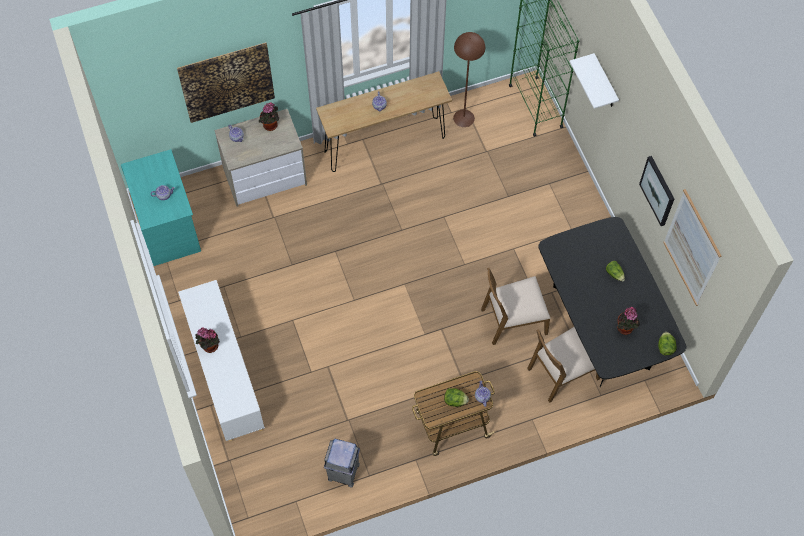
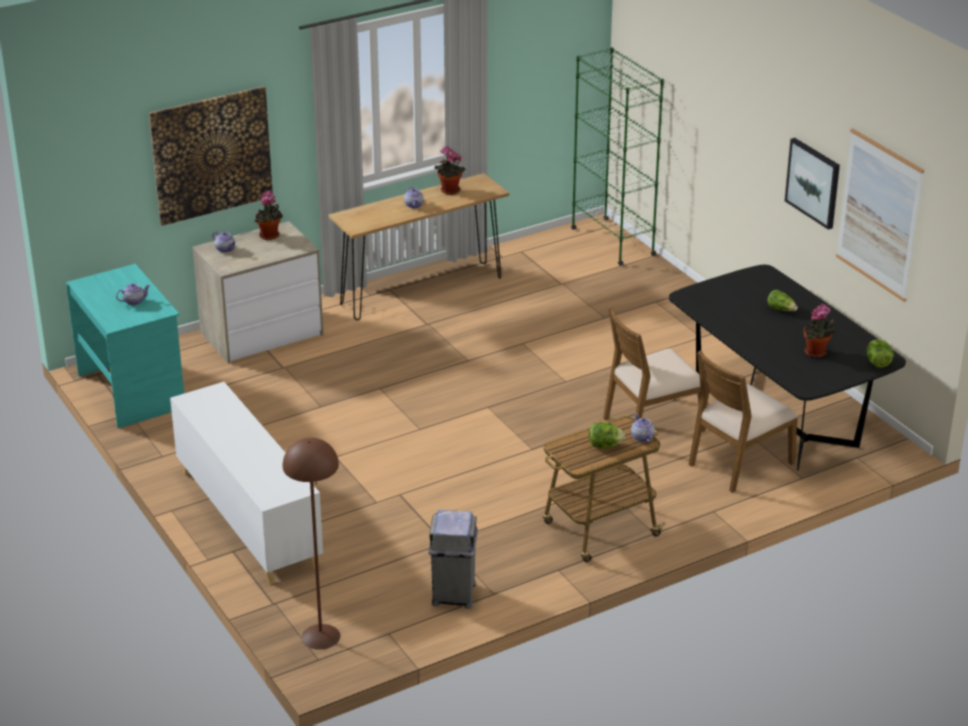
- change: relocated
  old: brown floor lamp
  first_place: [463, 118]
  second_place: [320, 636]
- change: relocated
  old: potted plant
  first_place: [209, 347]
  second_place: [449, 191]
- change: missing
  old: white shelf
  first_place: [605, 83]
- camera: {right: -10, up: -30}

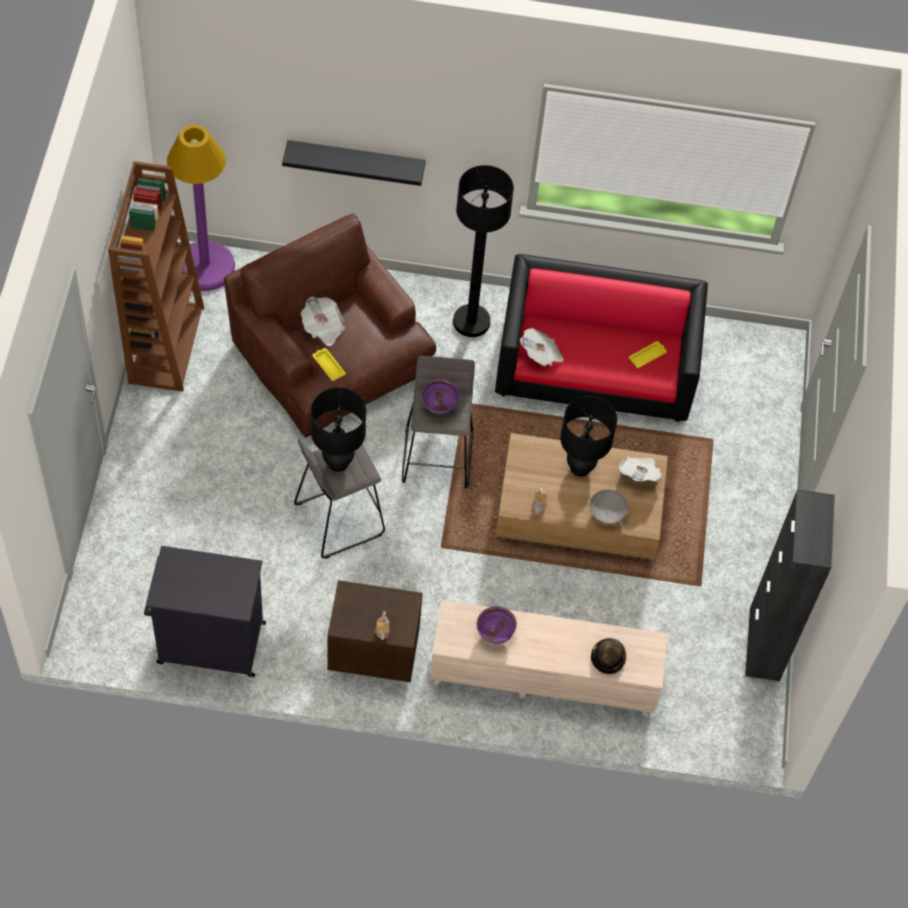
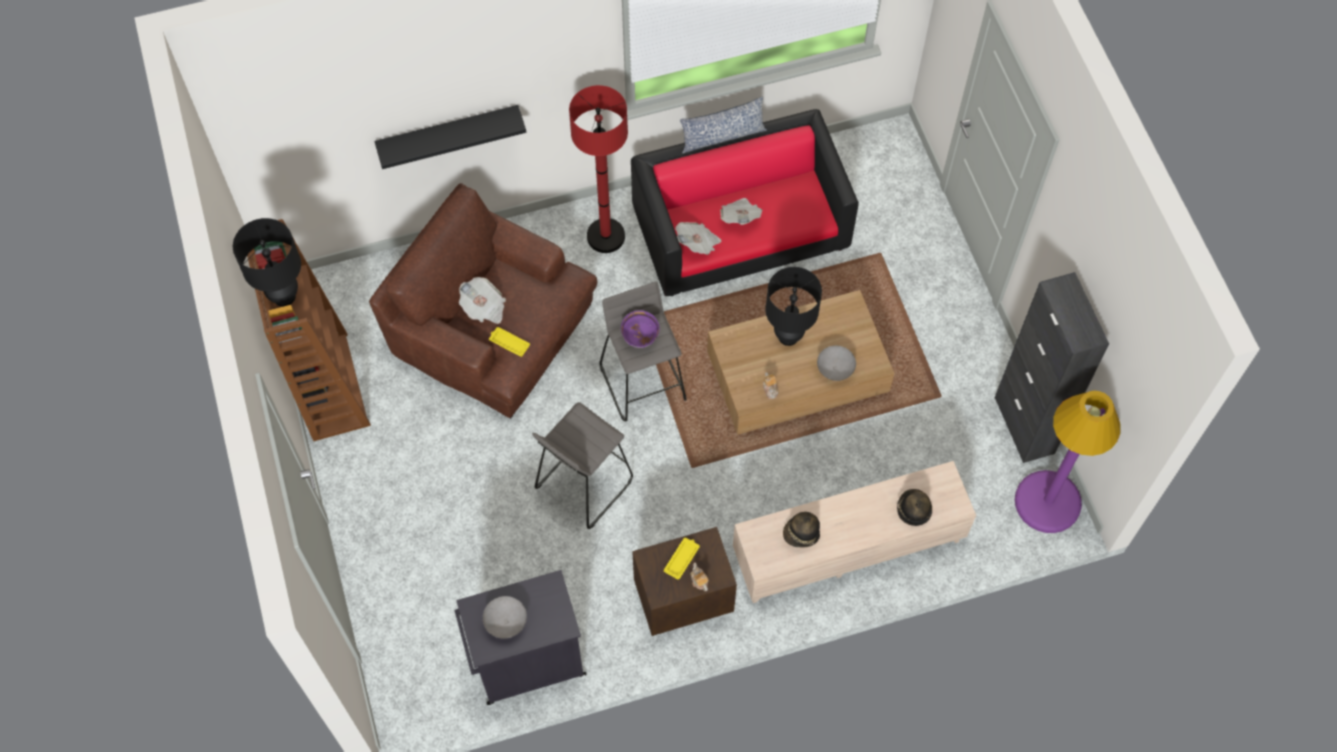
- change: relocated
  old: black table lamp
  first_place: [337, 462]
  second_place: [284, 296]
- change: appeared
  new: grey bowl
  second_place: [506, 621]
- change: colour
  old: black floor lamp
  new: red floor lamp
  first_place: [471, 321]
  second_place: [606, 236]
- change: relocated
  old: yellow tray
  first_place: [648, 356]
  second_place: [682, 558]
- change: appeared
  new: pillow
  second_place: [722, 137]
- change: relocated
  old: newspaper
  first_place: [639, 474]
  second_place: [740, 217]
- change: exchanged
  old: purple bowl
  new: hat
  first_place: [495, 634]
  second_place: [801, 534]
- change: relocated
  old: purple floor lamp
  first_place: [205, 267]
  second_place: [1047, 502]
- camera: {right: -20, up: 5}

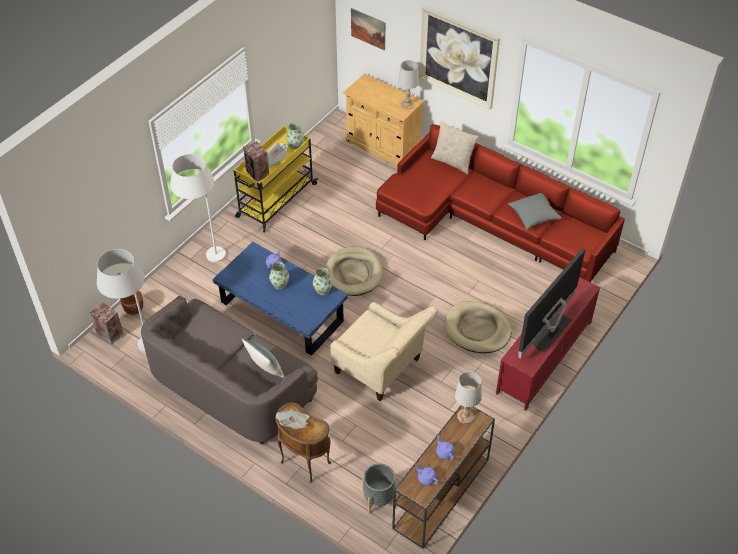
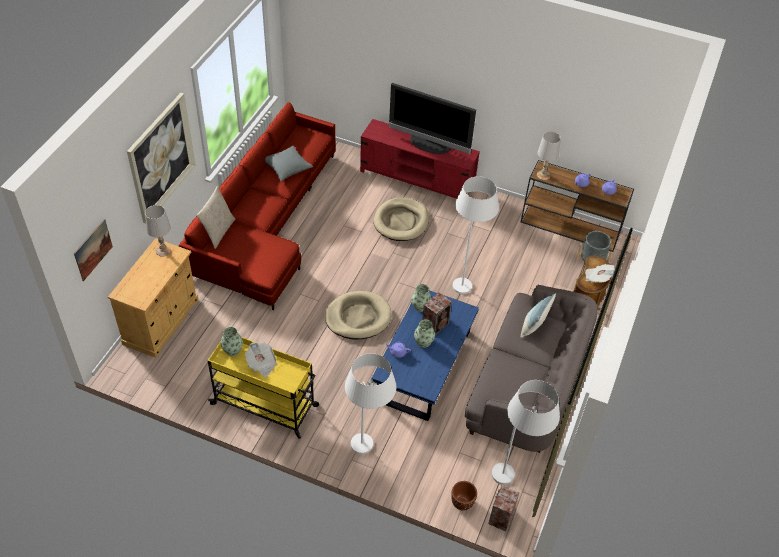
- change: relocated
  old: speaker
  first_place: [257, 173]
  second_place: [436, 324]
- change: exchanged
  old: beige armchair
  new: white floor lamp
  first_place: [382, 369]
  second_place: [466, 279]
- camera: {right: -105, up: 0}

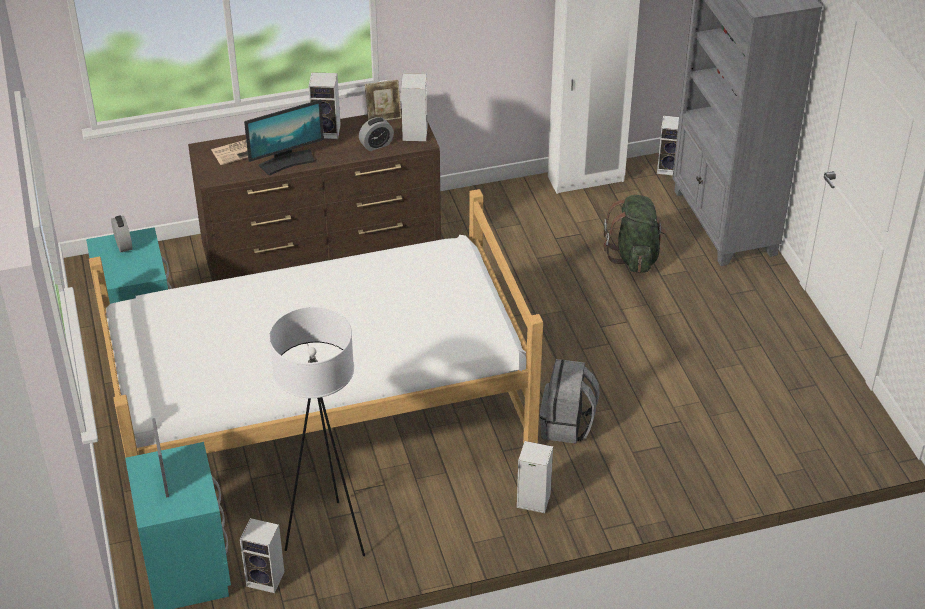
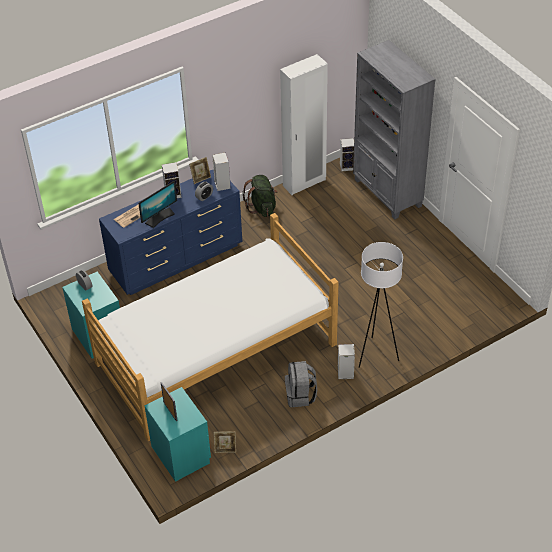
- change: colour
  old: brown dresser
  new: blue dresser
  first_place: [323, 253]
  second_place: [177, 259]
- change: exchanged
  old: speaker
  new: picture frame
  first_place: [267, 579]
  second_place: [225, 449]
- change: relocated
  old: green backpack
  first_place: [635, 256]
  second_place: [262, 207]
- change: relocated
  old: grey backpack
  first_place: [567, 425]
  second_place: [300, 395]
- change: relocated
  old: white floor lamp
  first_place: [328, 536]
  second_place: [376, 355]
- camera: {right: -15, up: 5}

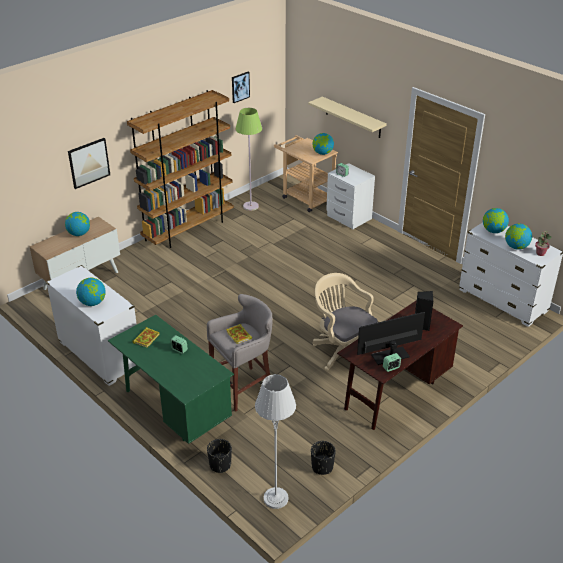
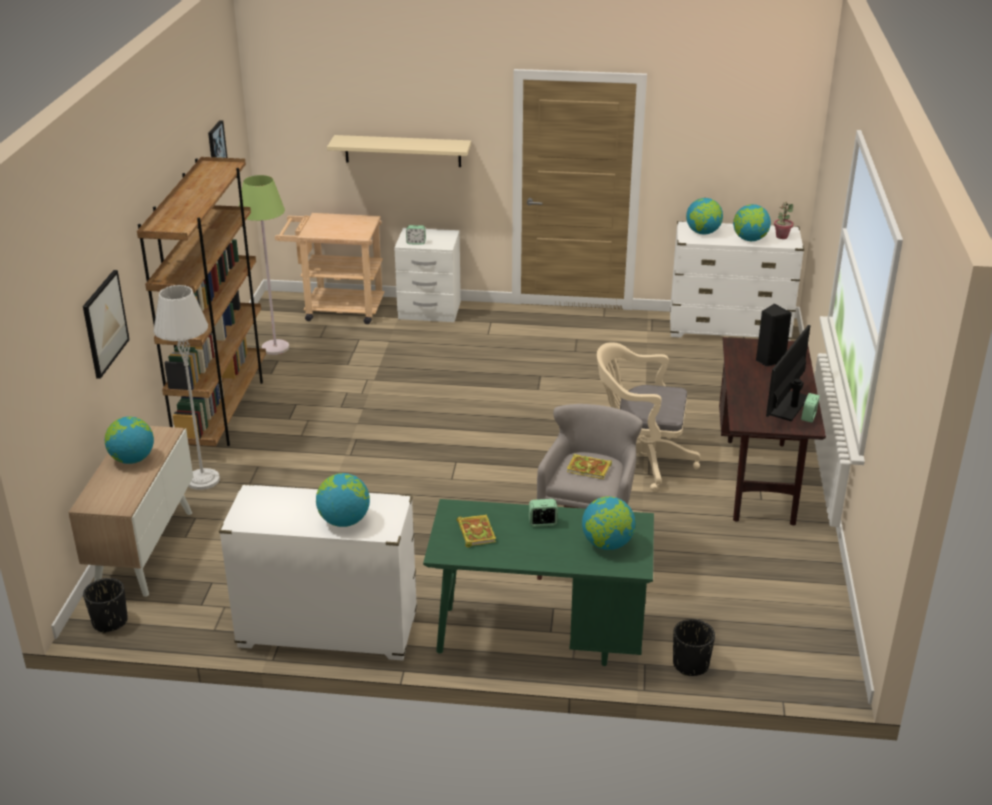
- change: relocated
  old: black planter
  first_place: [322, 467]
  second_place: [110, 622]
- change: relocated
  old: grey floor lamp
  first_place: [275, 498]
  second_place: [203, 480]
- change: relocated
  old: globe
  first_place: [322, 153]
  second_place: [607, 544]
- camera: {right: -40, up: -5}

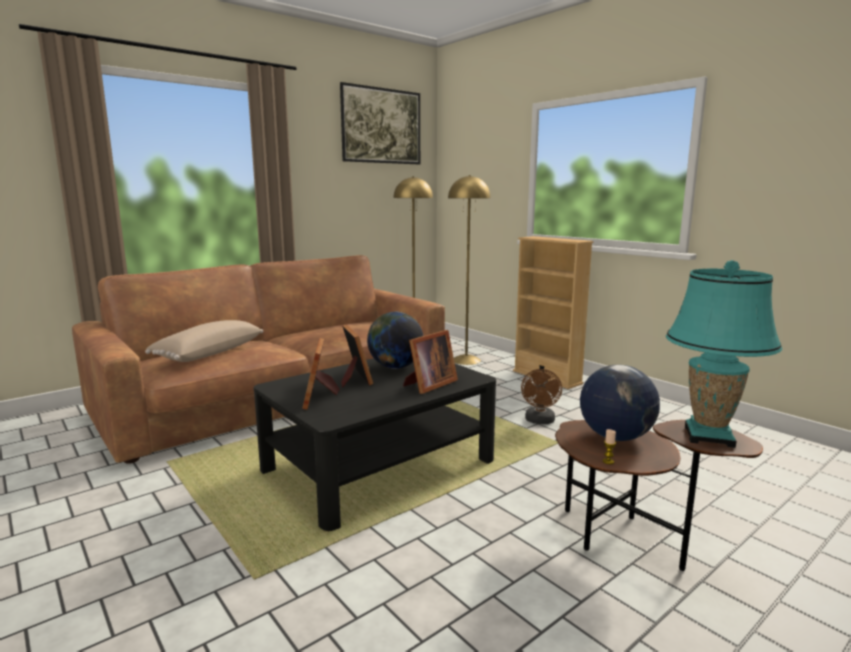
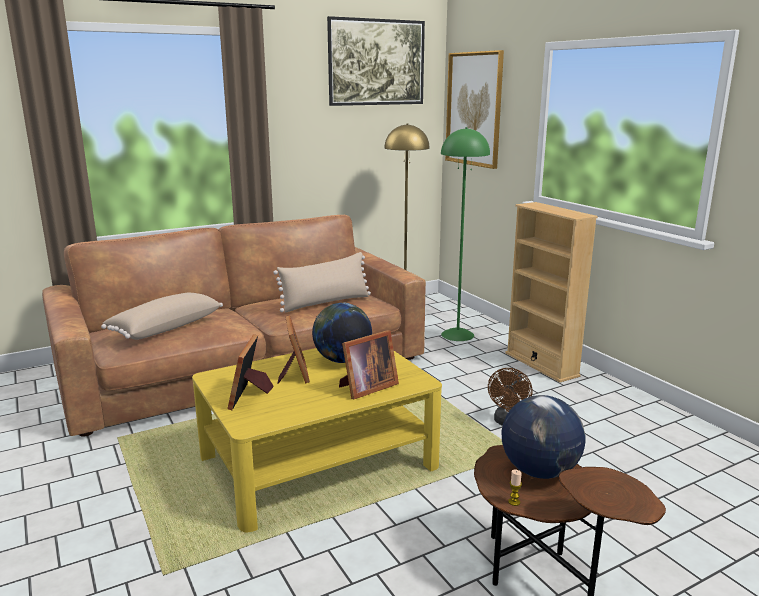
- change: colour
  old: black coffee table
  new: yellow coffee table
  first_place: [379, 465]
  second_place: [318, 461]
- change: appeared
  new: beige pillow
  second_place: [325, 302]
- change: colour
  old: yellow floor lamp
  new: green floor lamp
  first_place: [466, 360]
  second_place: [457, 334]
- change: appeared
  new: picture
  second_place: [474, 109]
- change: missing
  old: turquoise table lamp
  first_place: [709, 436]
- camera: {right: 10, up: 5}

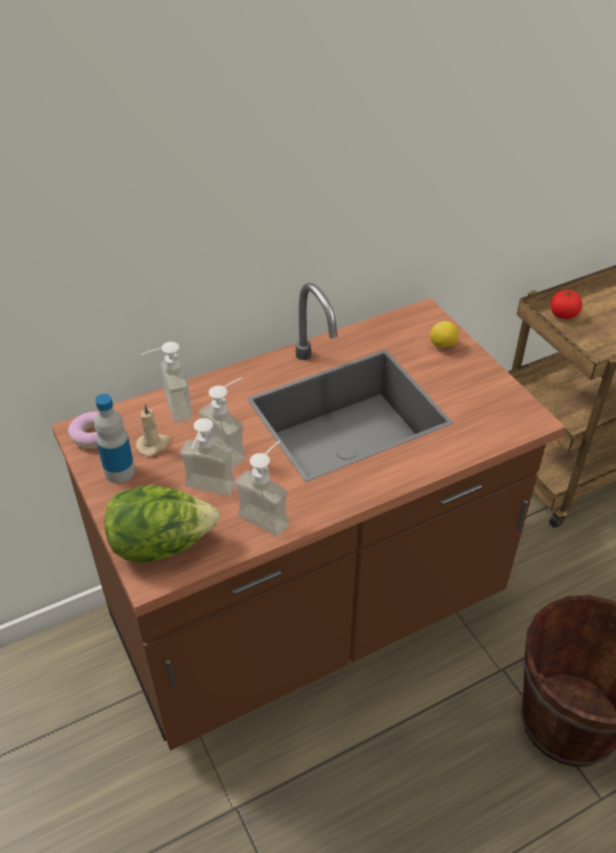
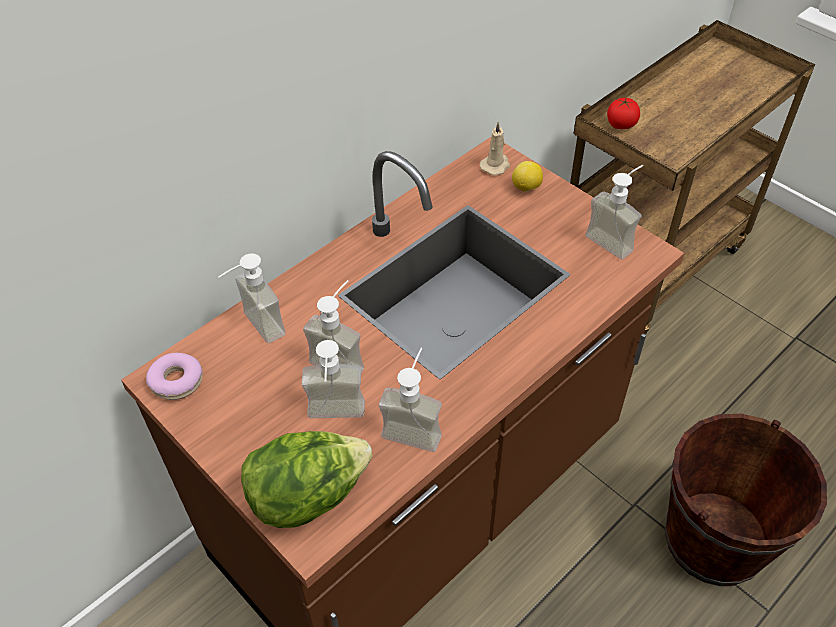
- change: relocated
  old: beige candle
  first_place: [154, 445]
  second_place: [496, 165]
- change: appeared
  new: soap dispenser
  second_place: [615, 238]
- change: missing
  old: bottle
  first_place: [119, 471]
- camera: {right: -15, up: 5}

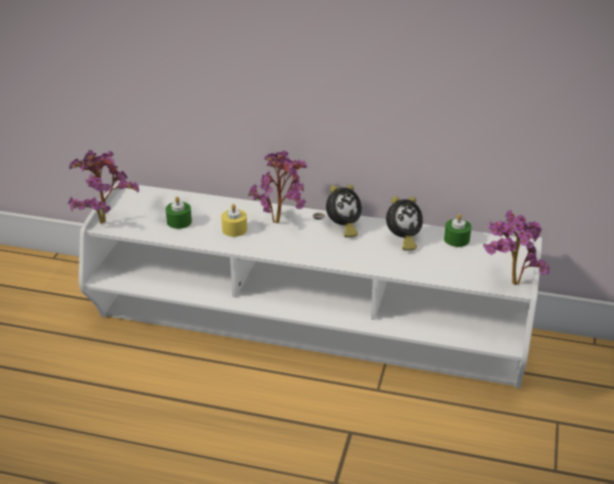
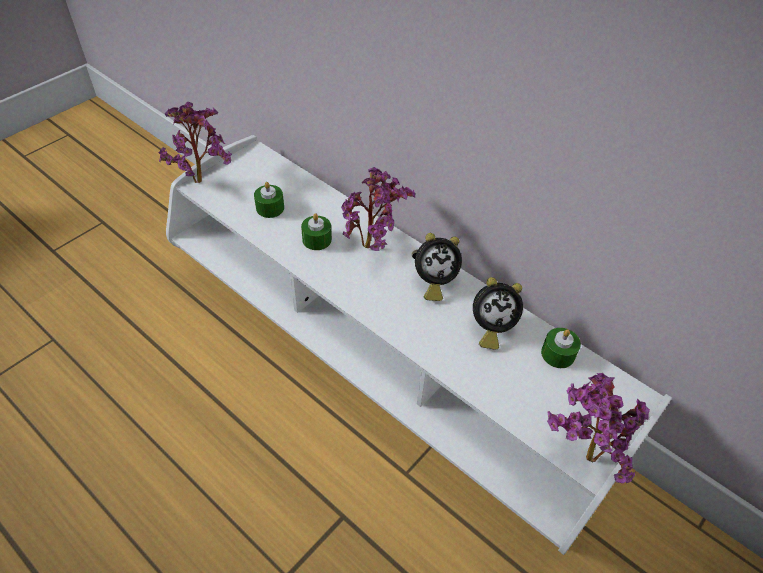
- change: colour
  old: yellow candle
  new: green candle
  first_place: [234, 229]
  second_place: [317, 239]
- camera: {right: 25, up: 15}

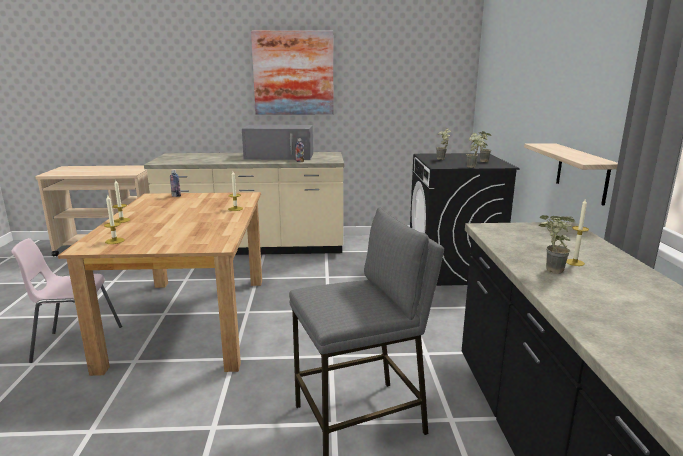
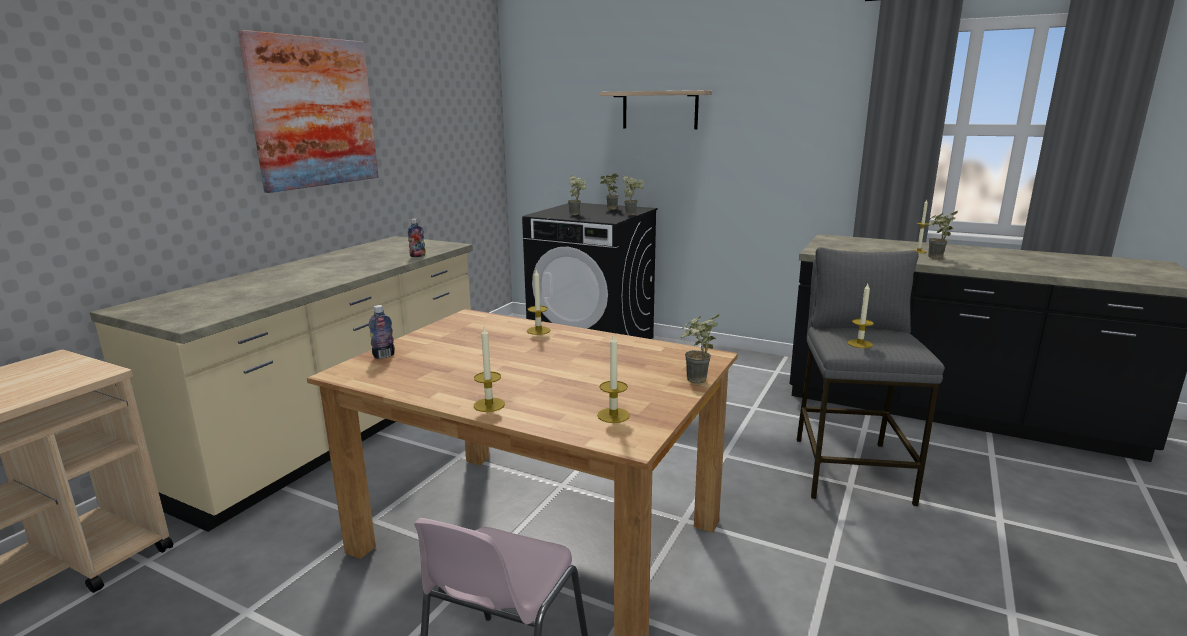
- change: relocated
  old: shelf
  first_place: [582, 173]
  second_place: [660, 110]
- change: appeared
  new: potted plant
  second_place: [695, 382]
- change: appeared
  new: candle
  second_place: [860, 344]
- change: missing
  old: grey microwave
  first_place: [280, 156]
- camera: {right: -60, up: 0}

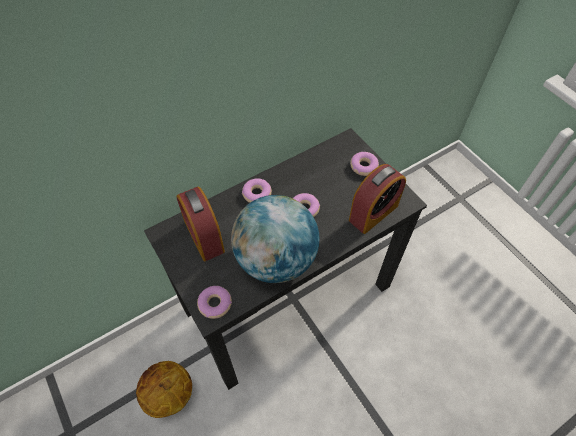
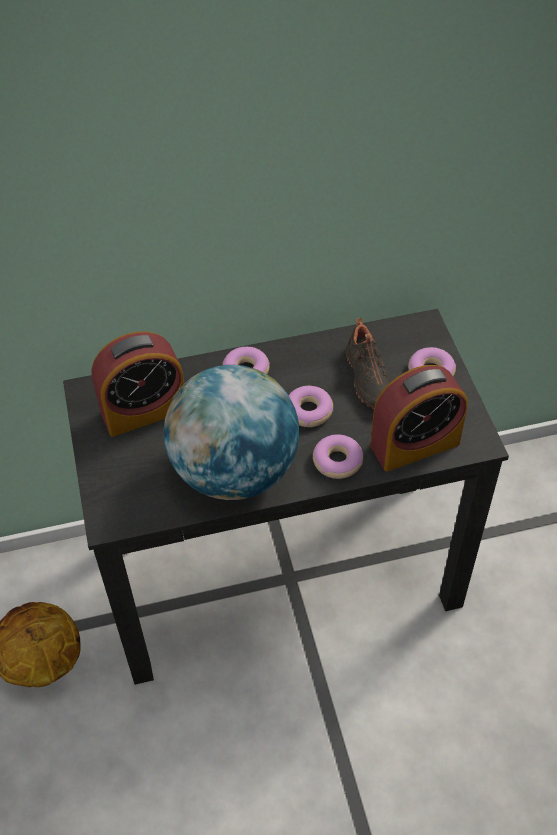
- change: spun
  old: alarm clock
  first_place: [204, 236]
  second_place: [144, 411]
  degrees: -105
- change: relocated
  old: donut
  first_place: [215, 304]
  second_place: [337, 461]
- change: appeared
  new: black shoe
  second_place: [367, 379]
- camera: {right: 20, up: -5}

